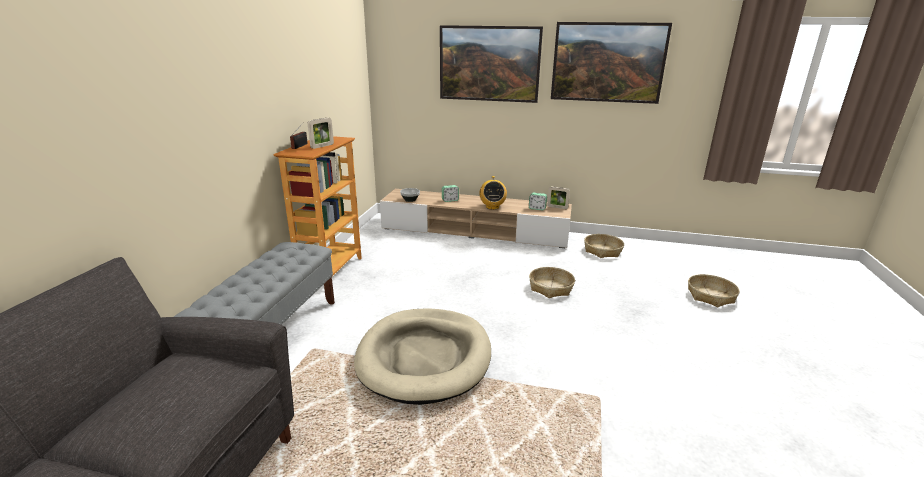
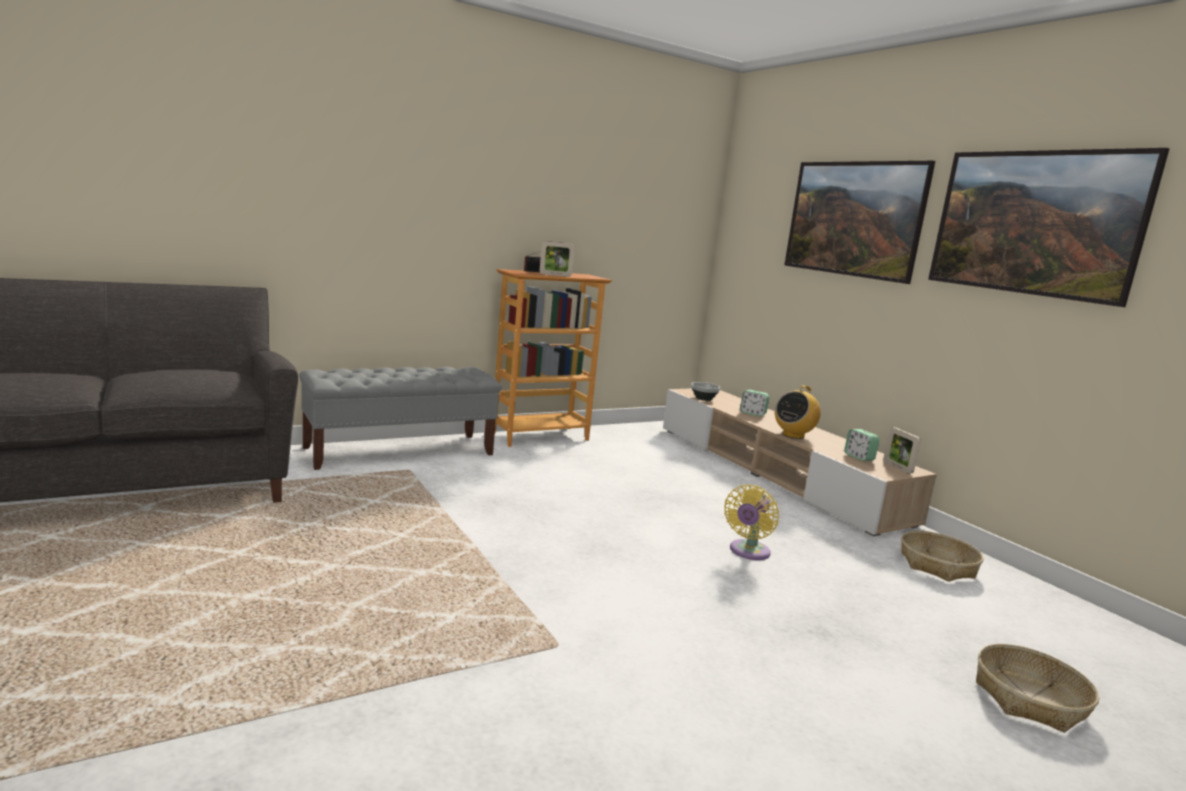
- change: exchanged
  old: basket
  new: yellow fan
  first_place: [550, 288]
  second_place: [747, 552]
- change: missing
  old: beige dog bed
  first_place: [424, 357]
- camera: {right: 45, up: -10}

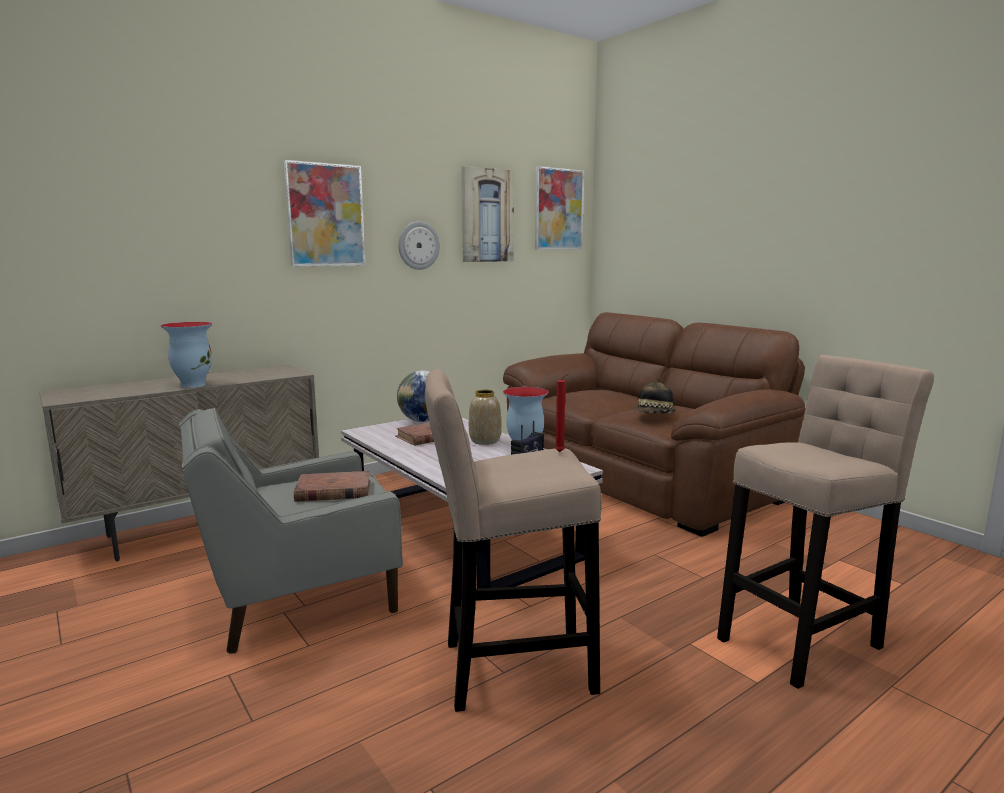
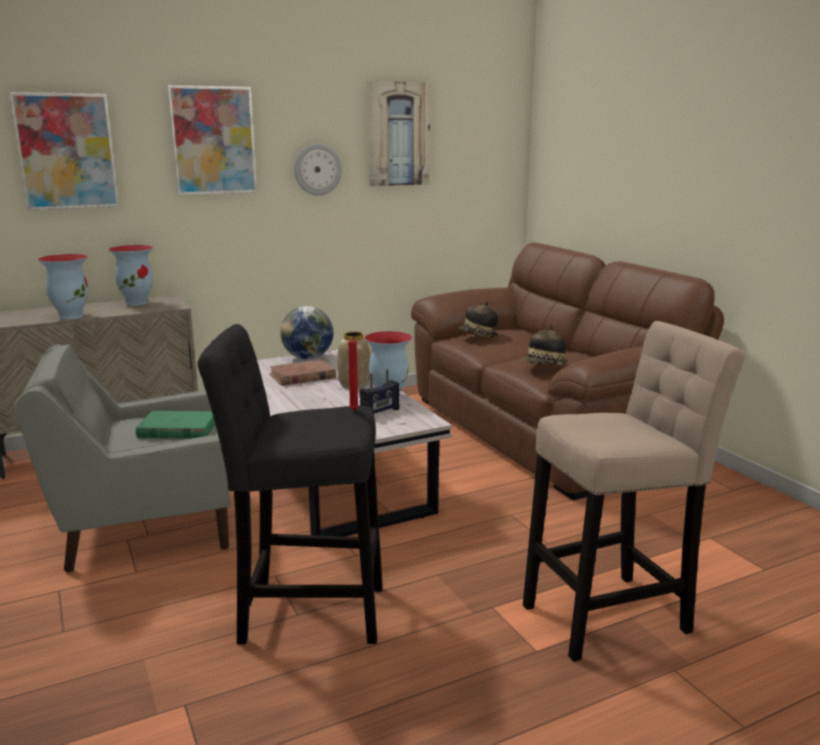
- change: relocated
  old: picture
  first_place: [558, 209]
  second_place: [66, 151]
- change: appeared
  new: vase
  second_place: [137, 303]
- change: colour
  old: brown book
  new: green book
  first_place: [333, 491]
  second_place: [177, 429]
- change: colour
  old: beige stool
  new: black stool
  first_place: [509, 669]
  second_place: [304, 612]
- change: appeared
  new: hat
  second_place: [477, 335]
- camera: {right: 10, up: 5}

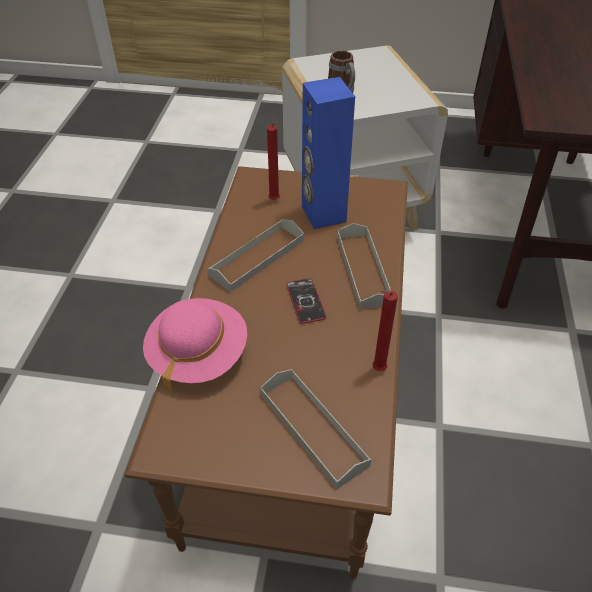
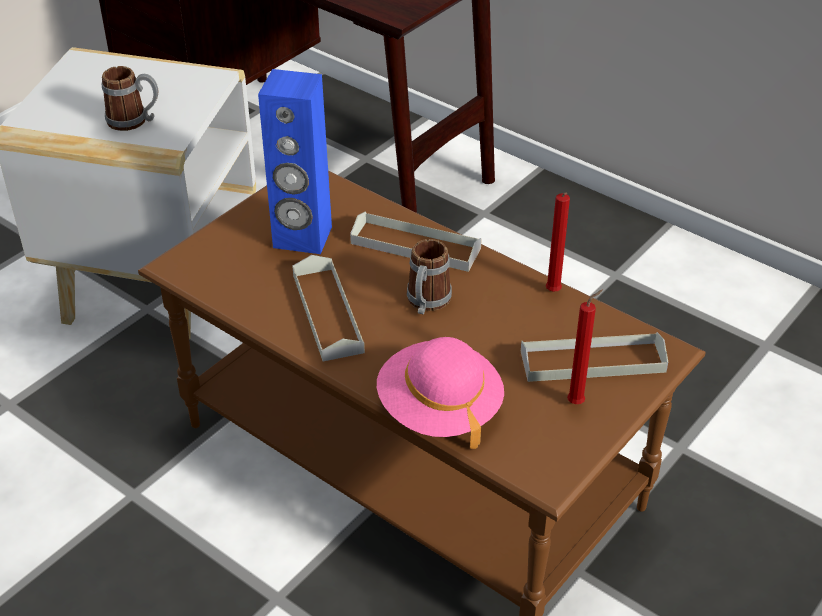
- change: exchanged
  old: phone
  new: mug
  first_place: [305, 301]
  second_place: [426, 303]
- change: relocated
  old: red candle
  first_place: [275, 201]
  second_place: [578, 402]
- camera: {right: -60, up: -5}

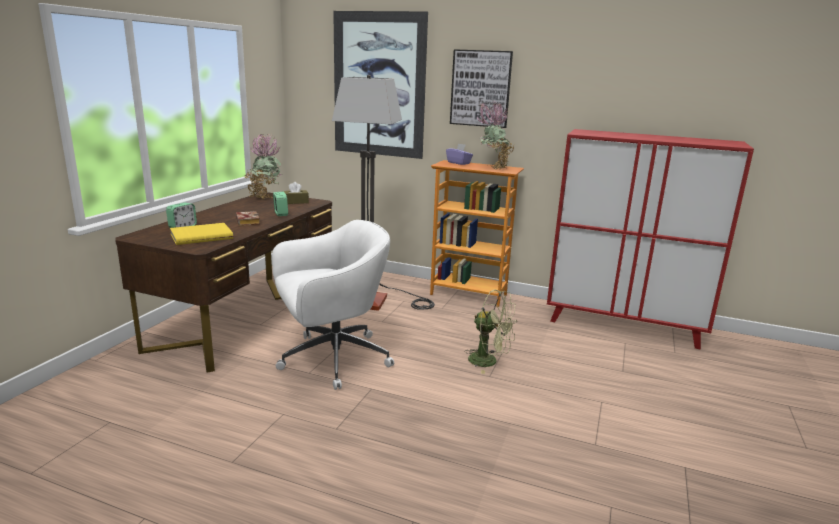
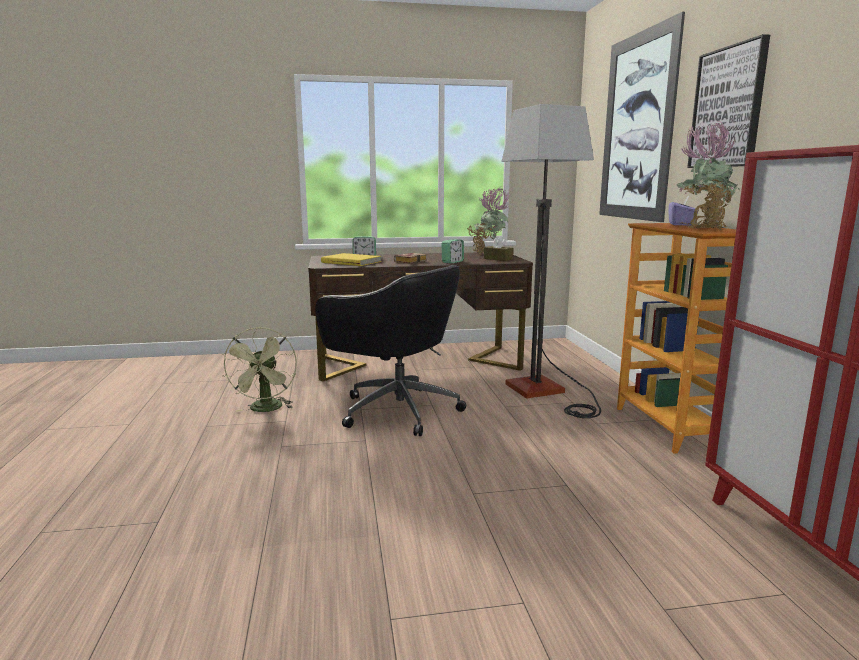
- change: relocated
  old: green fan
  first_place: [489, 361]
  second_place: [266, 409]
- change: colour
  old: white office chair
  new: black office chair
  first_place: [332, 359]
  second_place: [396, 410]
- camera: {right: 60, up: -5}

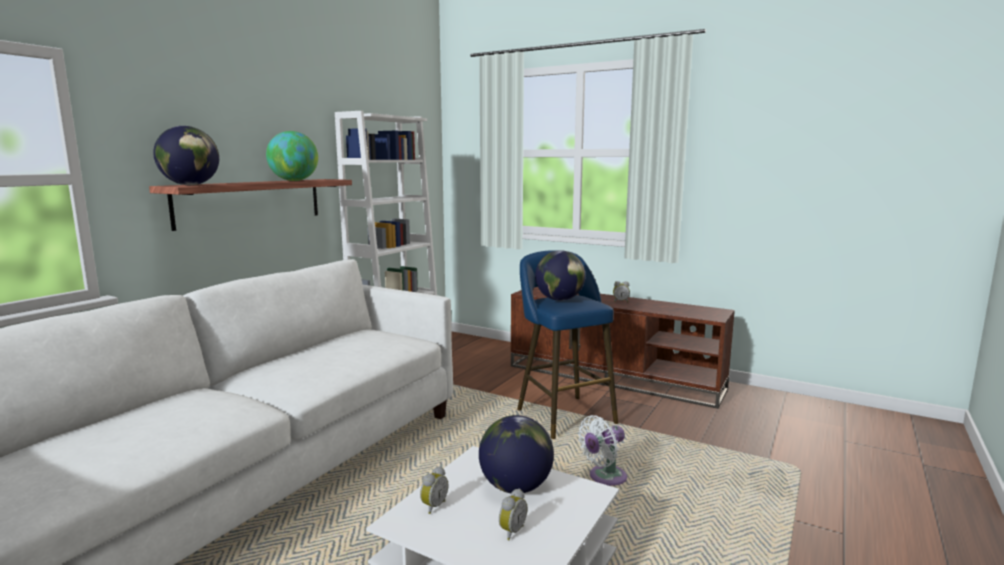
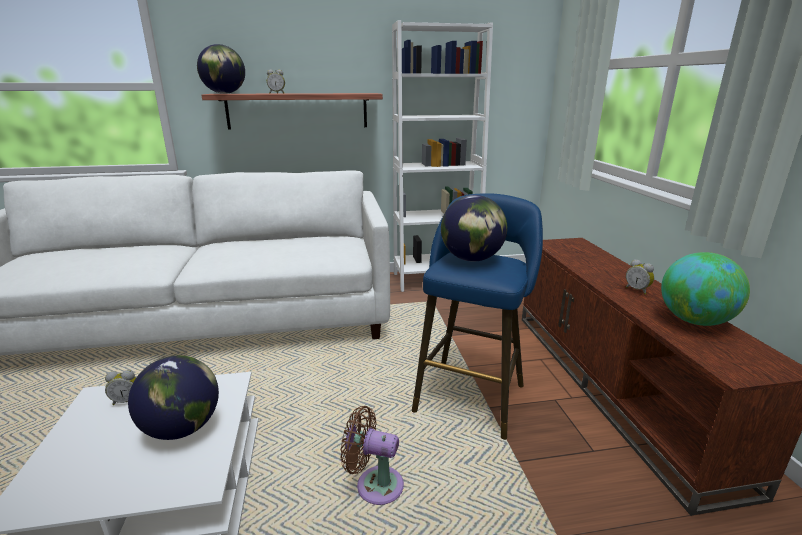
- change: relocated
  old: alarm clock
  first_place: [511, 531]
  second_place: [277, 93]
- change: colour
  old: white fan
  new: brown fan
  first_place: [604, 478]
  second_place: [375, 484]
- change: relocated
  old: globe
  first_place: [294, 181]
  second_place: [694, 321]
- camera: {right: 50, up: 10}

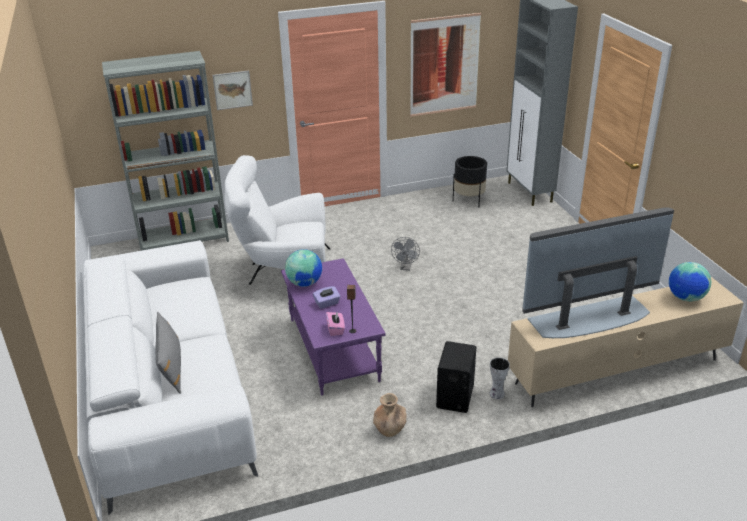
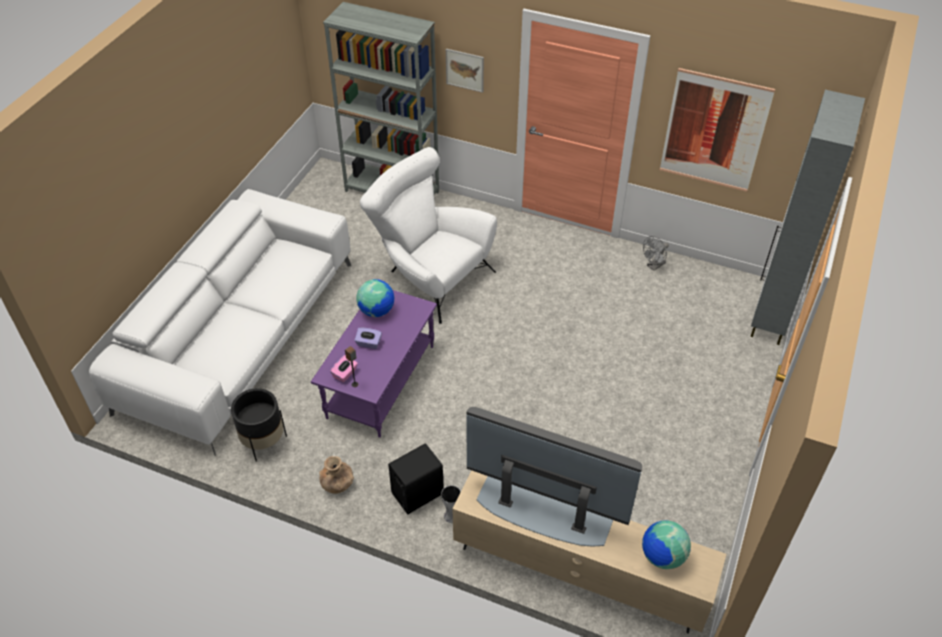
- change: relocated
  old: black planter
  first_place: [469, 201]
  second_place: [264, 442]
- change: relocated
  old: grey fan
  first_place: [406, 267]
  second_place: [654, 266]
- change: missing
  old: grey pillow
  first_place: [171, 367]
- camera: {right: 40, up: 15}

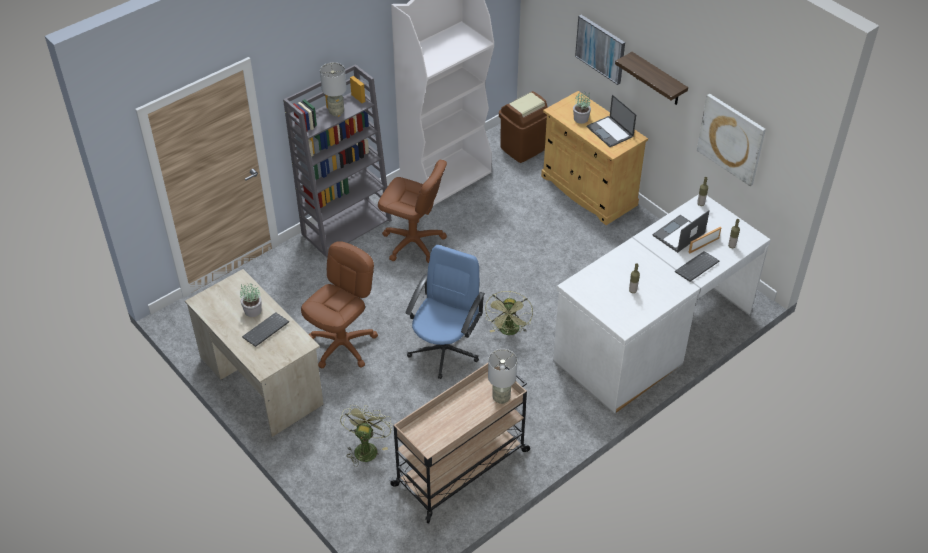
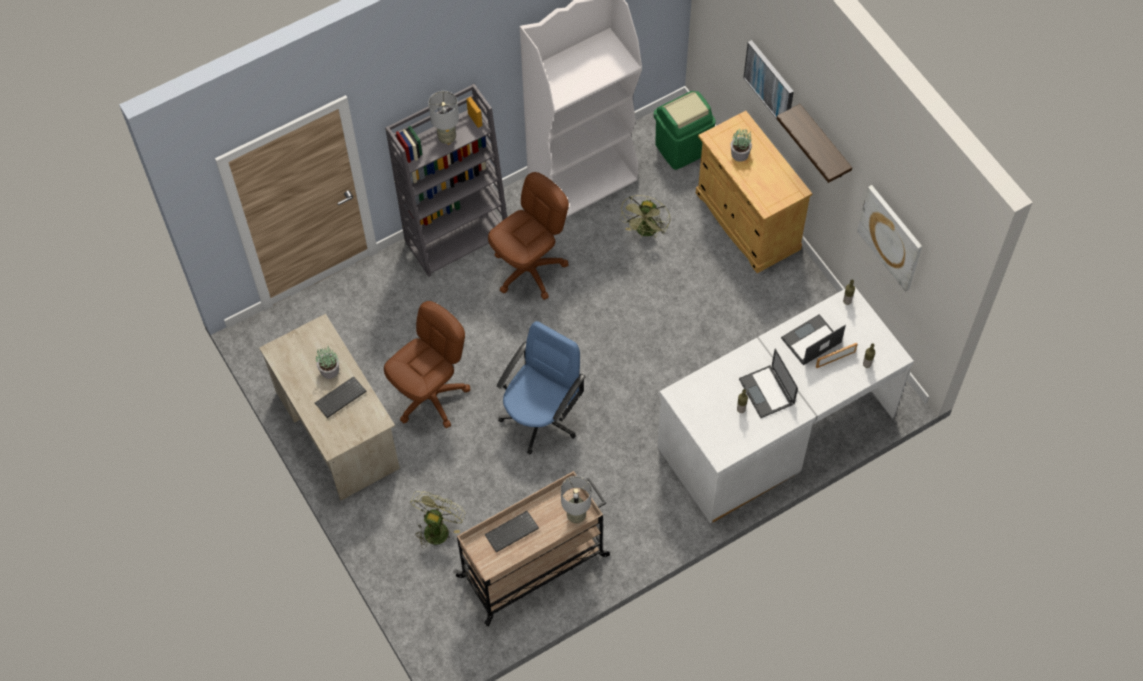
- change: relocated
  old: keyboard
  first_place: [697, 268]
  second_place: [511, 533]
- change: spun
  old: brown office chair
  first_place: [413, 243]
  second_place: [530, 269]
  degrees: -75
- change: relocated
  old: green fan
  first_place: [509, 331]
  second_place: [646, 232]
- change: colour
  old: brown trash can
  new: green trash can
  first_place: [523, 149]
  second_place: [682, 149]
- change: relocated
  old: laptop
  first_place: [610, 132]
  second_place: [767, 392]
- camera: {right: 10, up: 15}

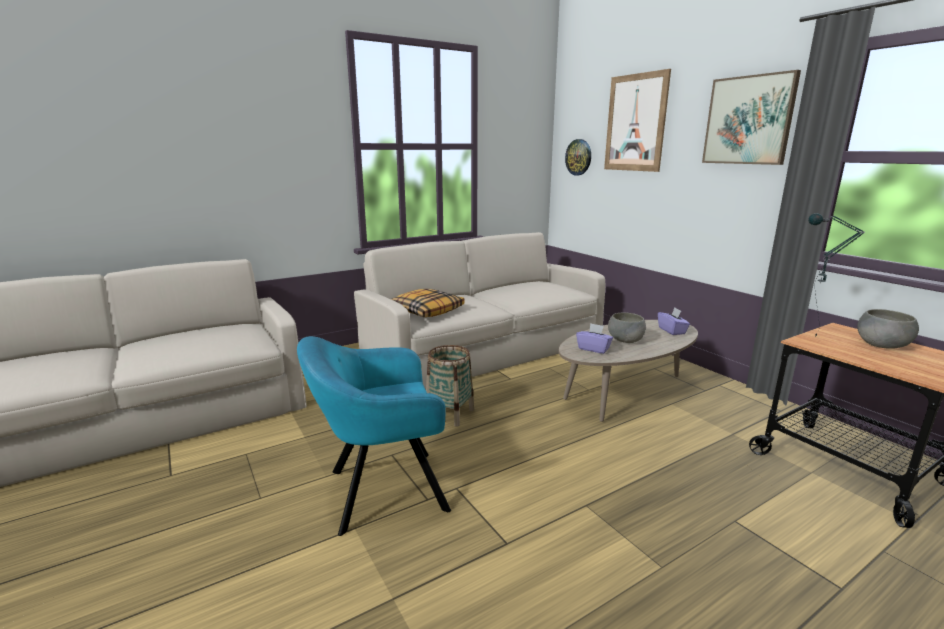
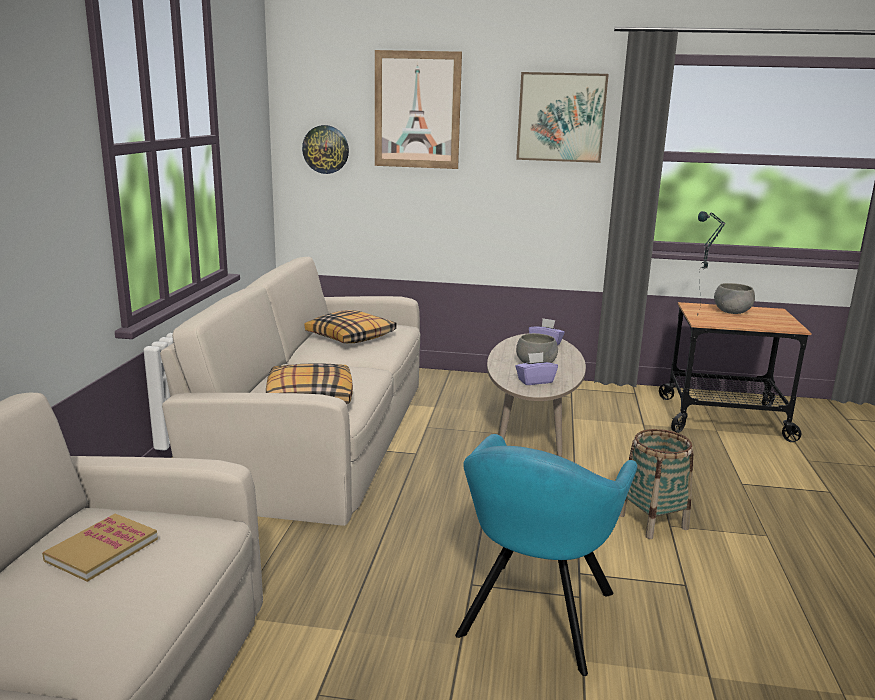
- change: appeared
  new: book
  second_place: [102, 550]
- change: appeared
  new: pillow
  second_place: [351, 337]
- change: relocated
  old: basket
  first_place: [450, 413]
  second_place: [652, 521]
- camera: {right: -50, up: 0}

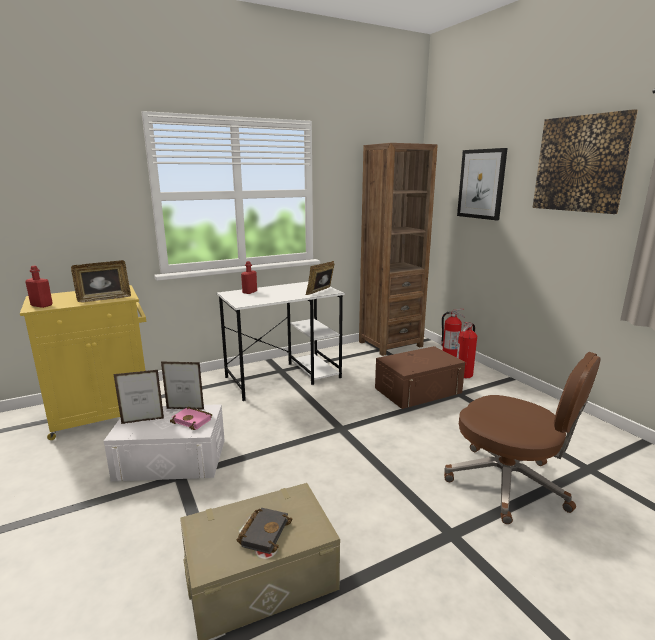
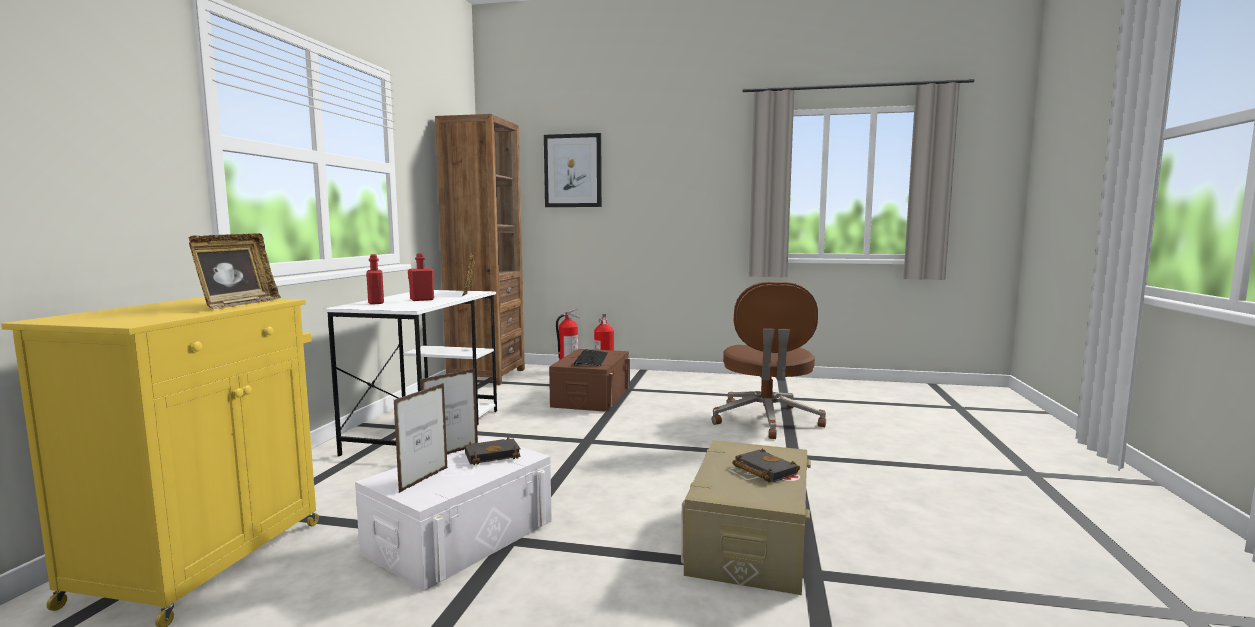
- change: relocated
  old: red bottle
  first_place: [41, 305]
  second_place: [422, 300]
- change: colour
  old: pink book
  new: black book
  first_place: [193, 420]
  second_place: [493, 455]
- change: appeared
  new: keyboard
  second_place: [591, 359]
- change: spun
  old: brown office chair
  first_place: [509, 484]
  second_place: [766, 420]
  degrees: 105
- change: missing
  old: picture
  first_place: [581, 164]
- camera: {right: -50, up: -10}

